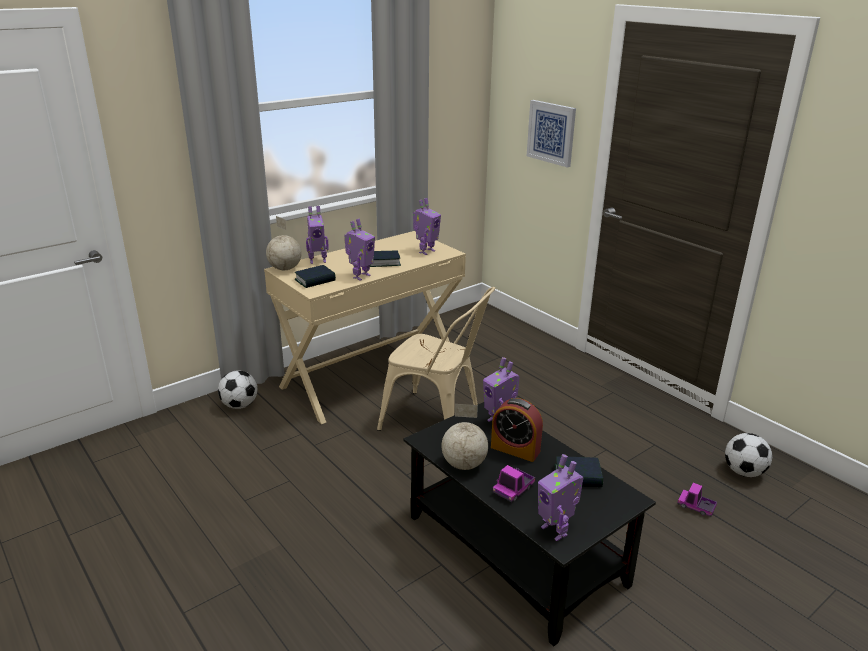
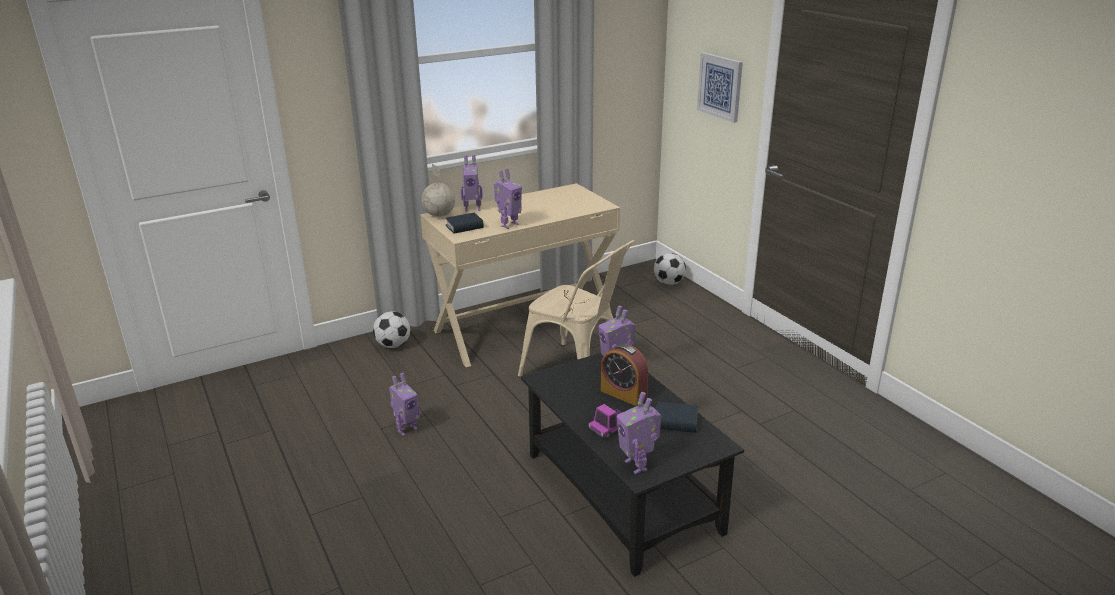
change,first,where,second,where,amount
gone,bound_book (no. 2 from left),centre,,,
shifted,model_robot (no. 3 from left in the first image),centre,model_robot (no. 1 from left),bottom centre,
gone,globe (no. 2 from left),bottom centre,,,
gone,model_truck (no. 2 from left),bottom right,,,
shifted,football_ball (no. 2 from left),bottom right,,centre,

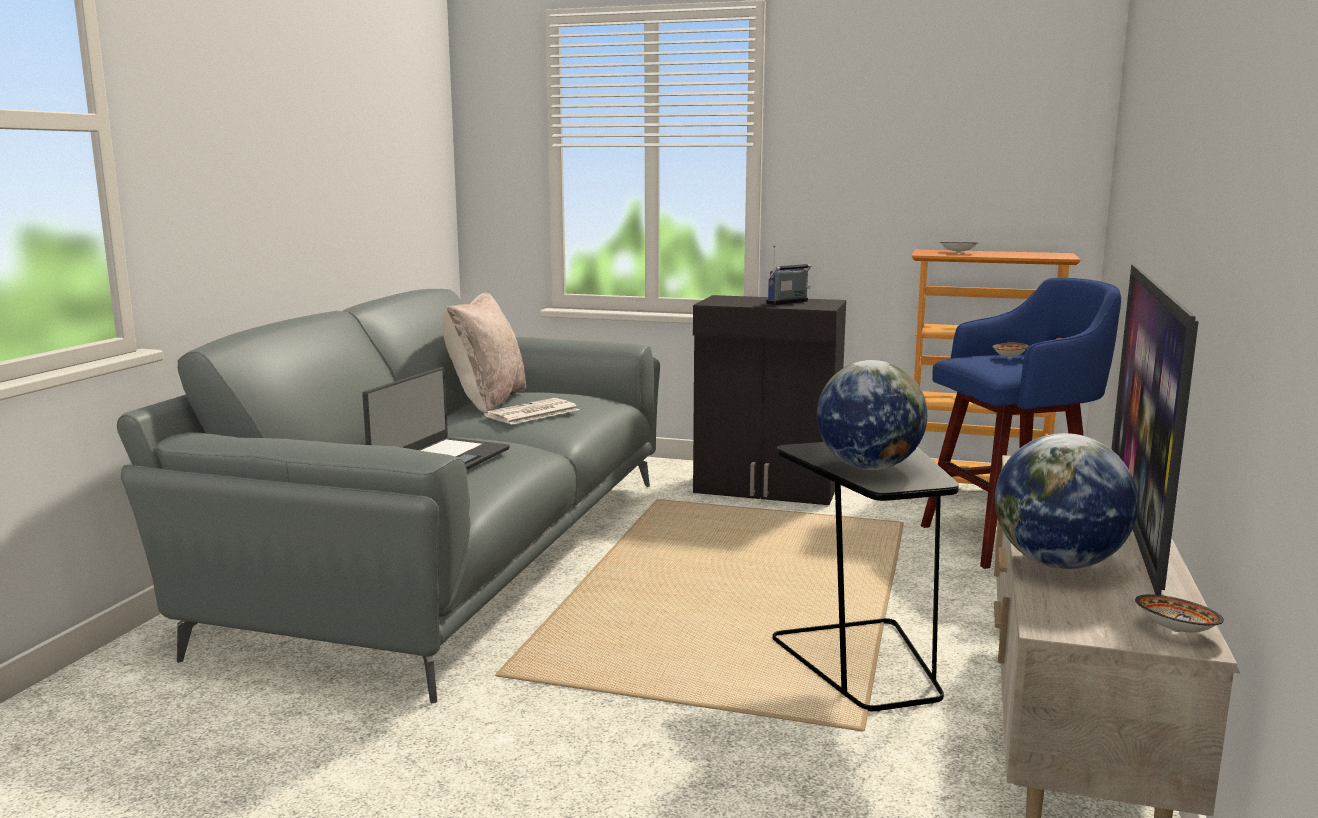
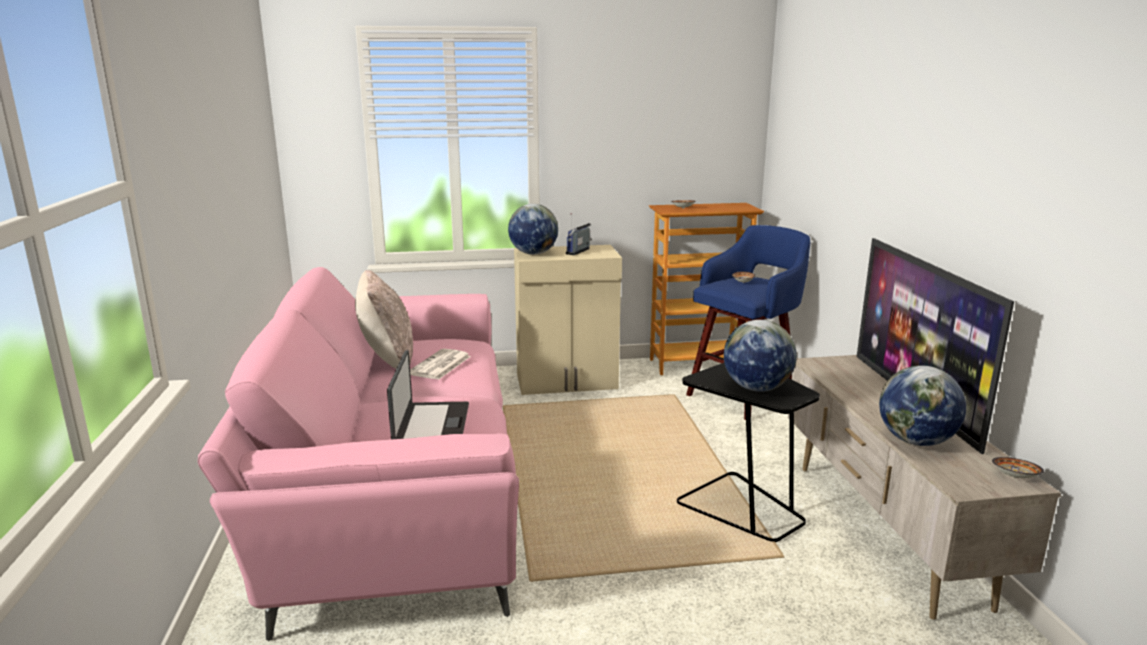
change,first,where,second,where,amount
repainted,greyish_sofa,middle left,pink_sofa,bottom left,
repainted,black_cabinet,centre,sand-coloured_cabinet,centre,
new,,,globe (no. 1 from left),centre,

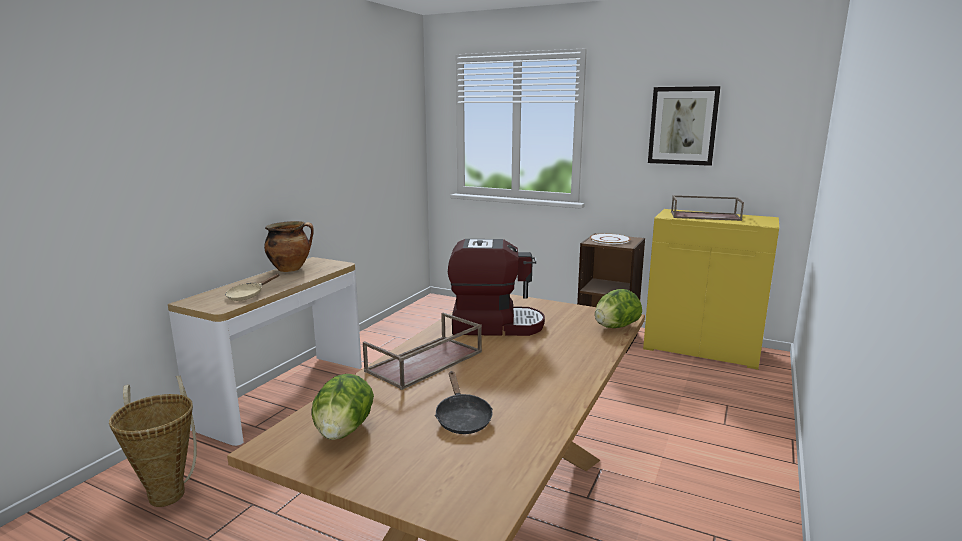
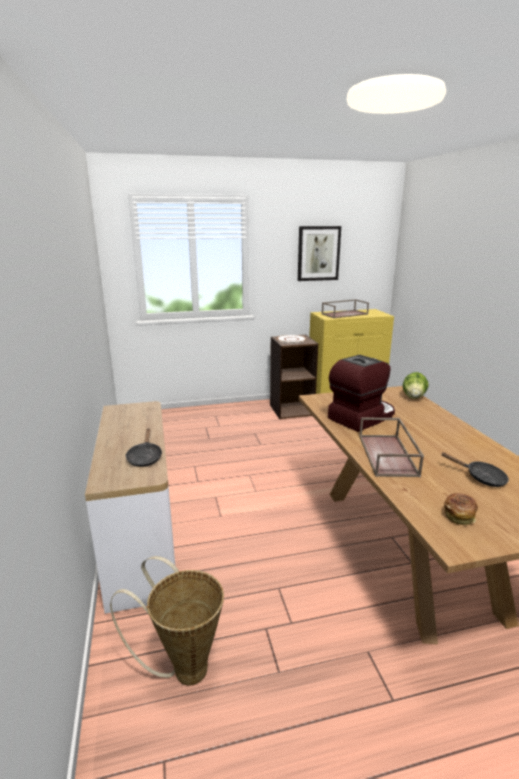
change,first,where,second,where,amount
repainted,sand-coloured_pan,middle left,black_pan (no. 1 from left),middle left,
gone,cooking_pot,middle left,,,
swapped,lettuce_head (no. 1 from left),bottom centre,bread,middle right,

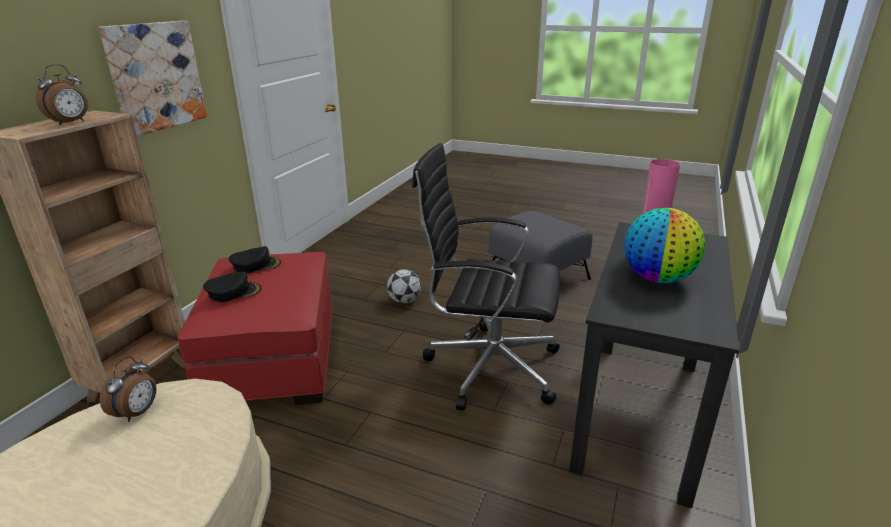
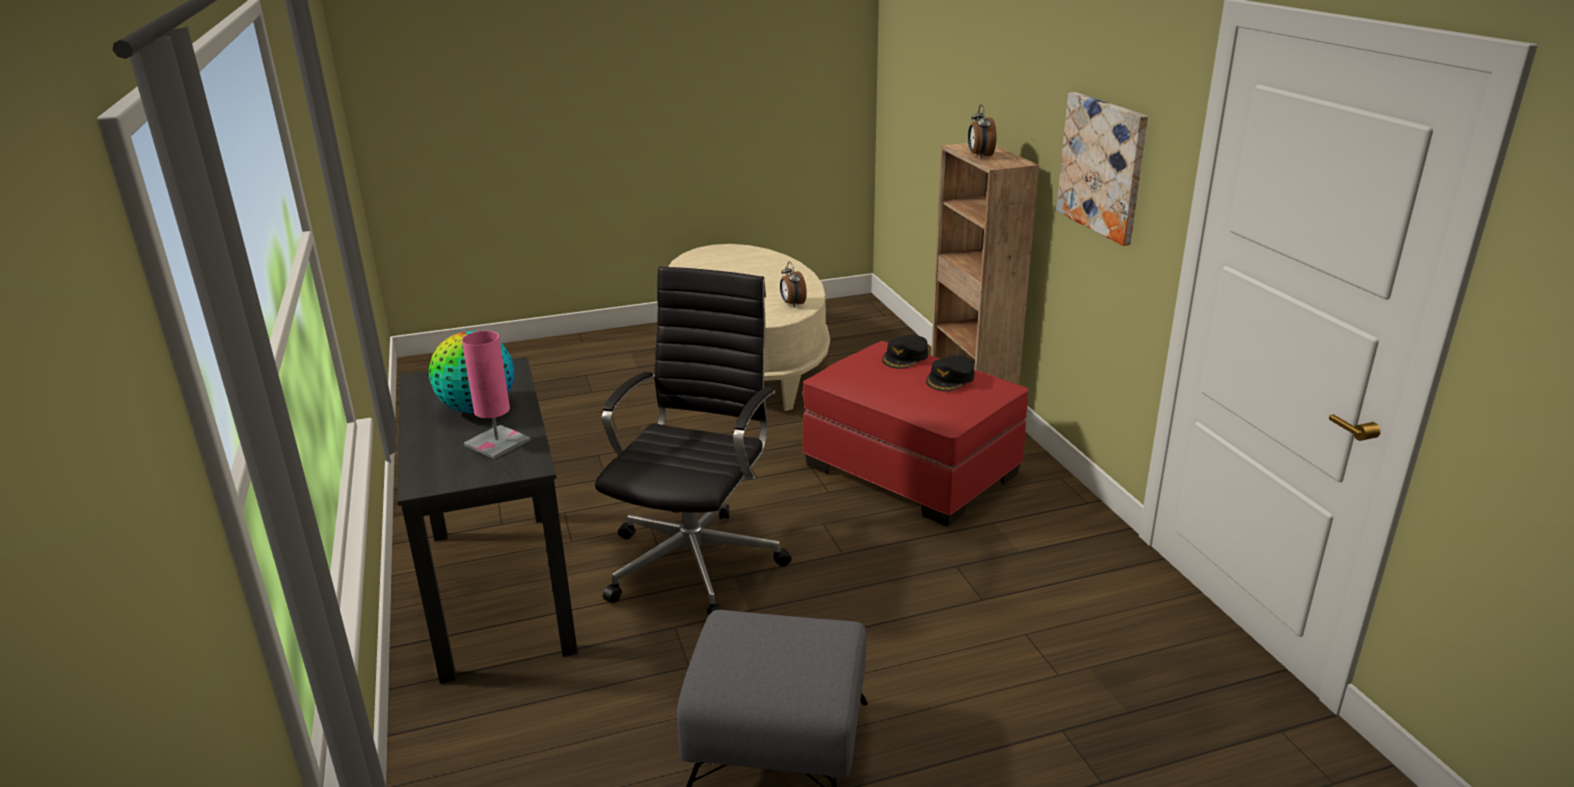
change,first,where,second,where,amount
gone,football_ball,centre,,,
rotated,black_computer_chair,centre,,centre,45 degrees counterclockwise

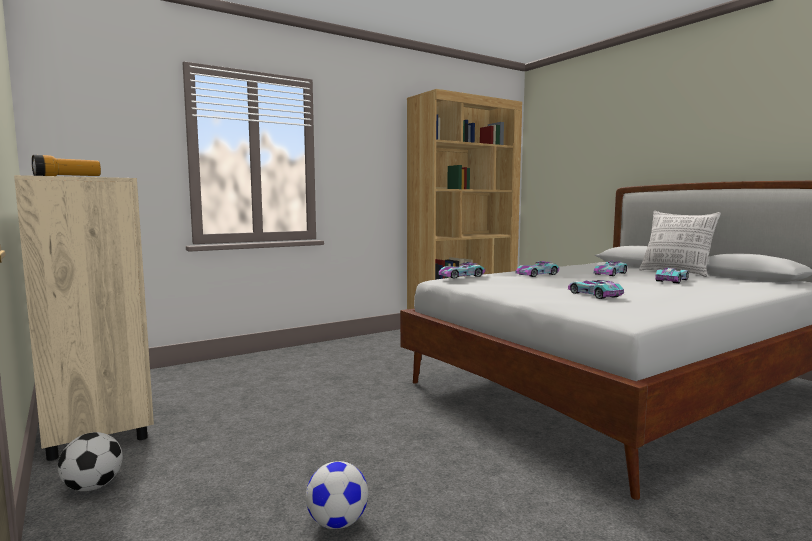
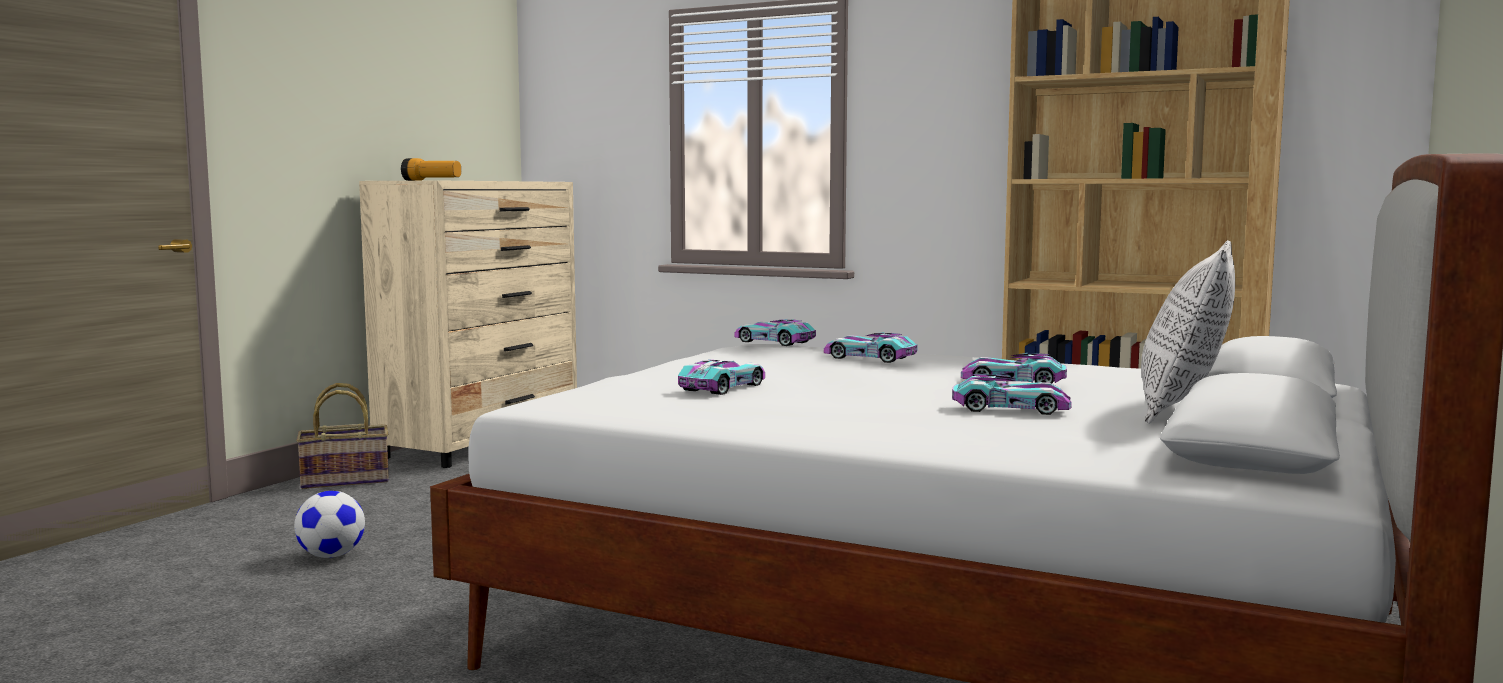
change,first,where,second,where,amount
swapped,football_ball (no. 1 from left),bottom left,storage_basket,middle left,

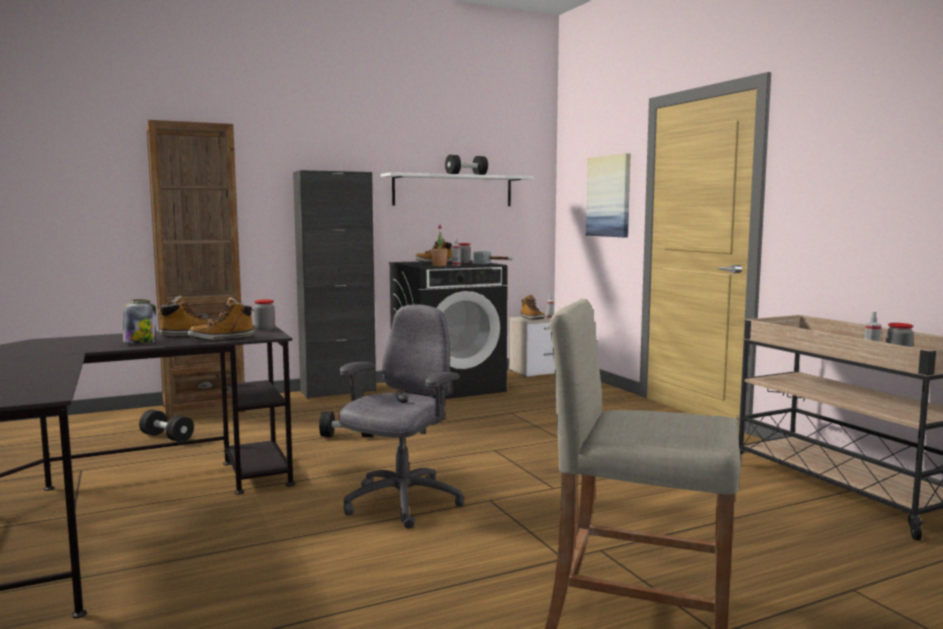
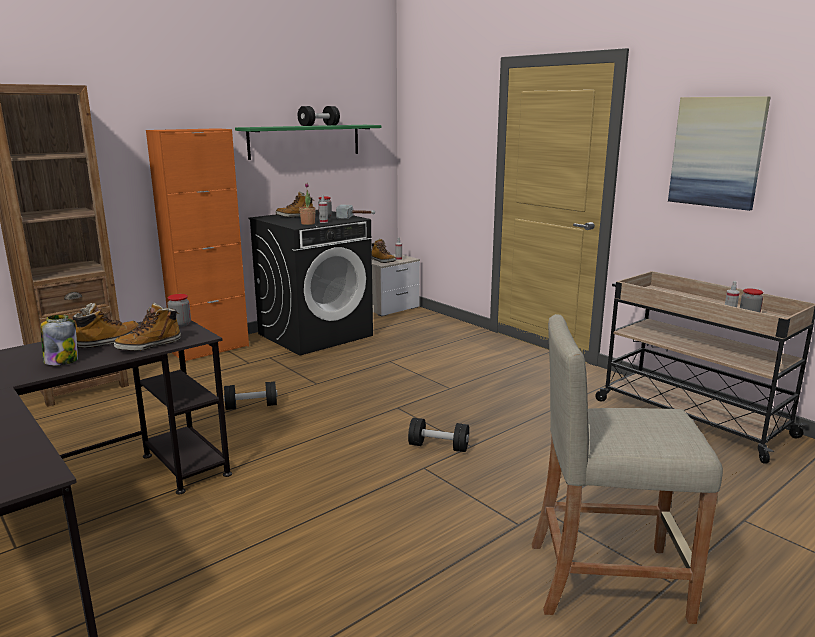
change,first,where,second,where,amount
shifted,black_hand_weight (no. 1 from left in the first image),bottom left,black_hand_weight (no. 3 from left),bottom centre,
repainted,black_cabinet,centre,orange_cabinet,middle left,
gone,greyish_computer_chair,centre,,,
repainted,white-coloured_shelf,top centre,green_shelf,top centre,
shifted,wall_picture,top centre,,top right,

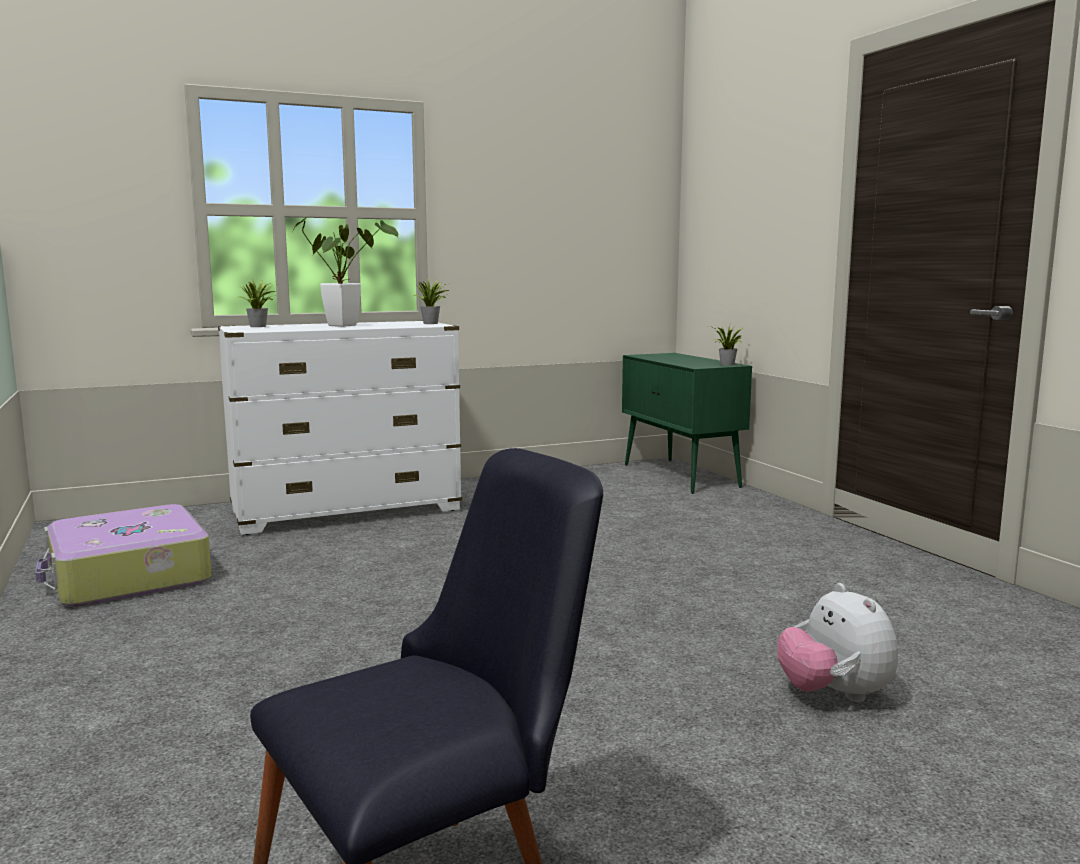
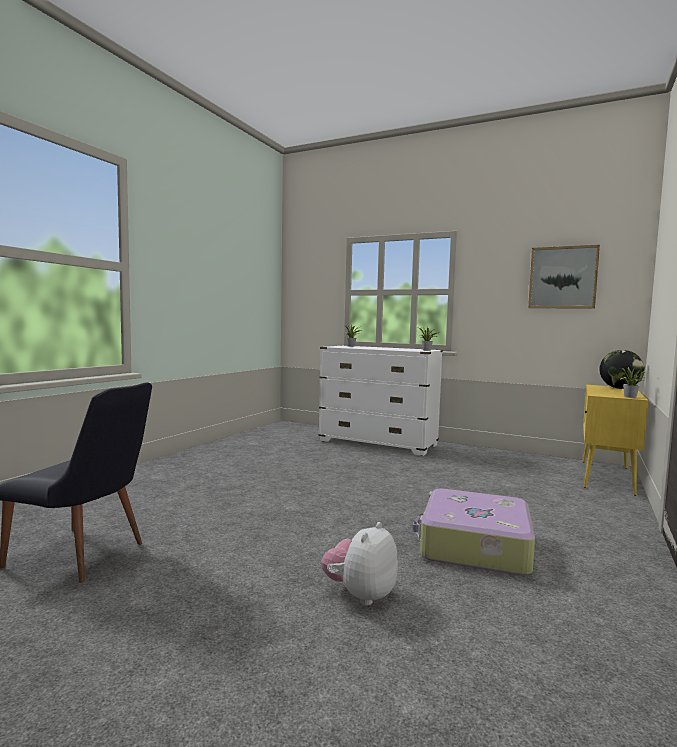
change,first,where,second,where,amount
shifted,suitcase,middle left,,bottom right,
gone,potted_plant (no. 2 from left),top left,,,
repainted,green_cabinet,centre,yellowish_cabinet,middle right,
new,,,wall_picture,middle right,
new,,,globe,middle right,

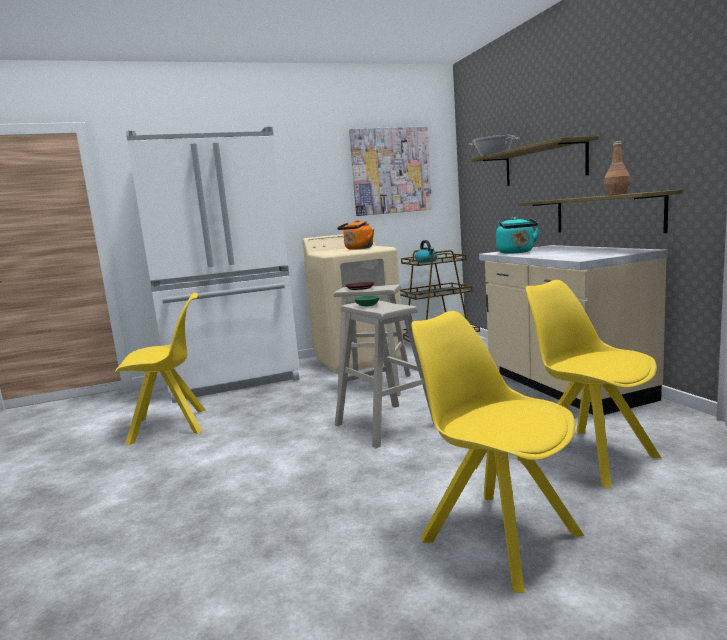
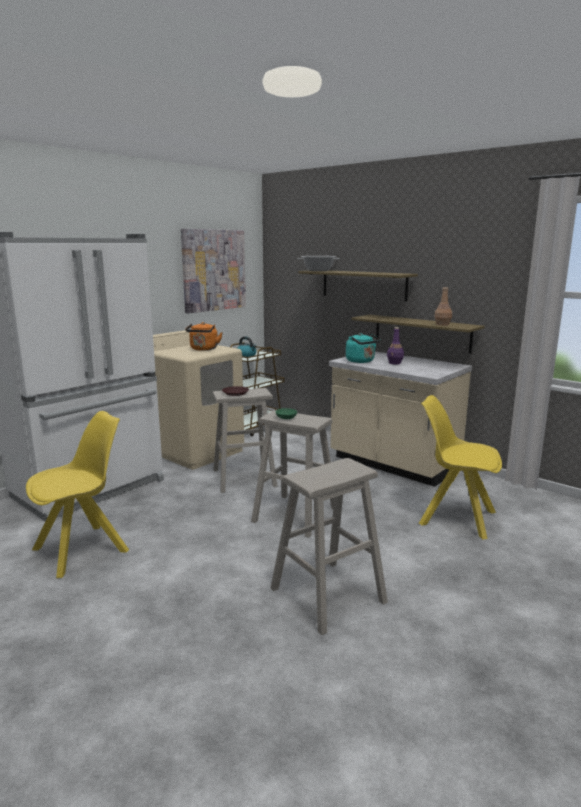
change,first,where,second,where,amount
gone,yellowish_upright_chair (no. 2 from left),bottom right,,,
new,,,sand-coloured_stool (no. 3 from left),bottom centre,
new,,,purple_bottle,middle right,

